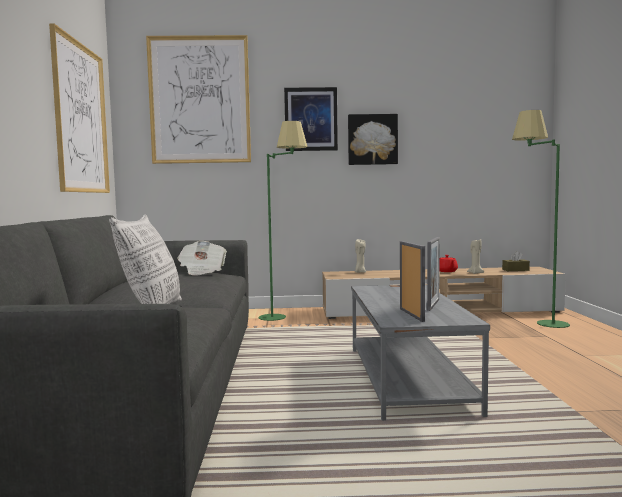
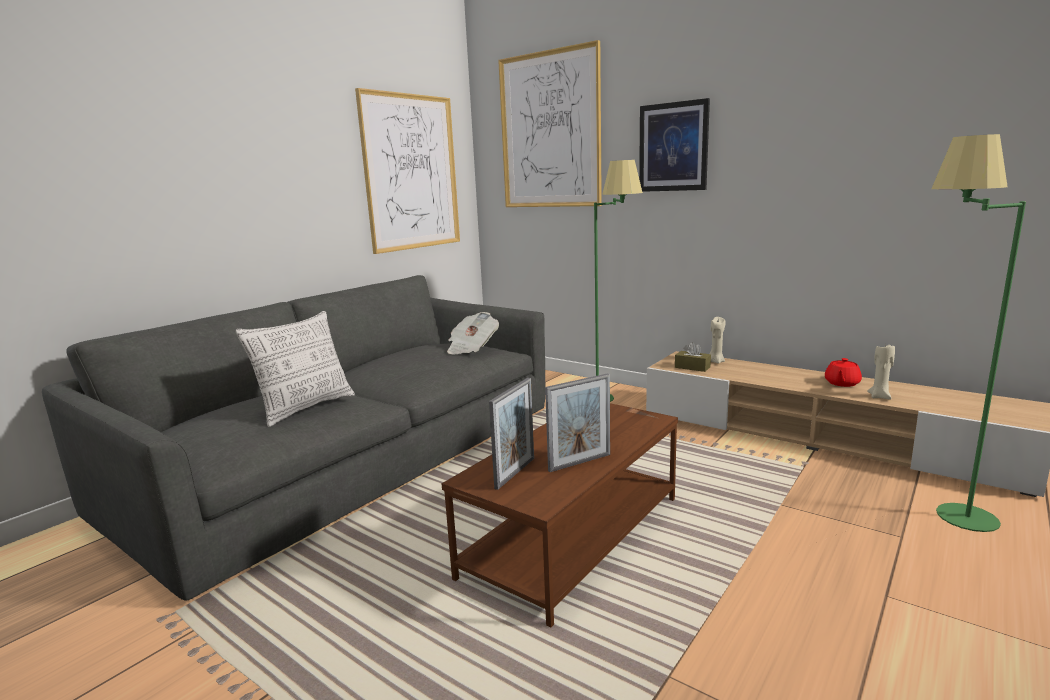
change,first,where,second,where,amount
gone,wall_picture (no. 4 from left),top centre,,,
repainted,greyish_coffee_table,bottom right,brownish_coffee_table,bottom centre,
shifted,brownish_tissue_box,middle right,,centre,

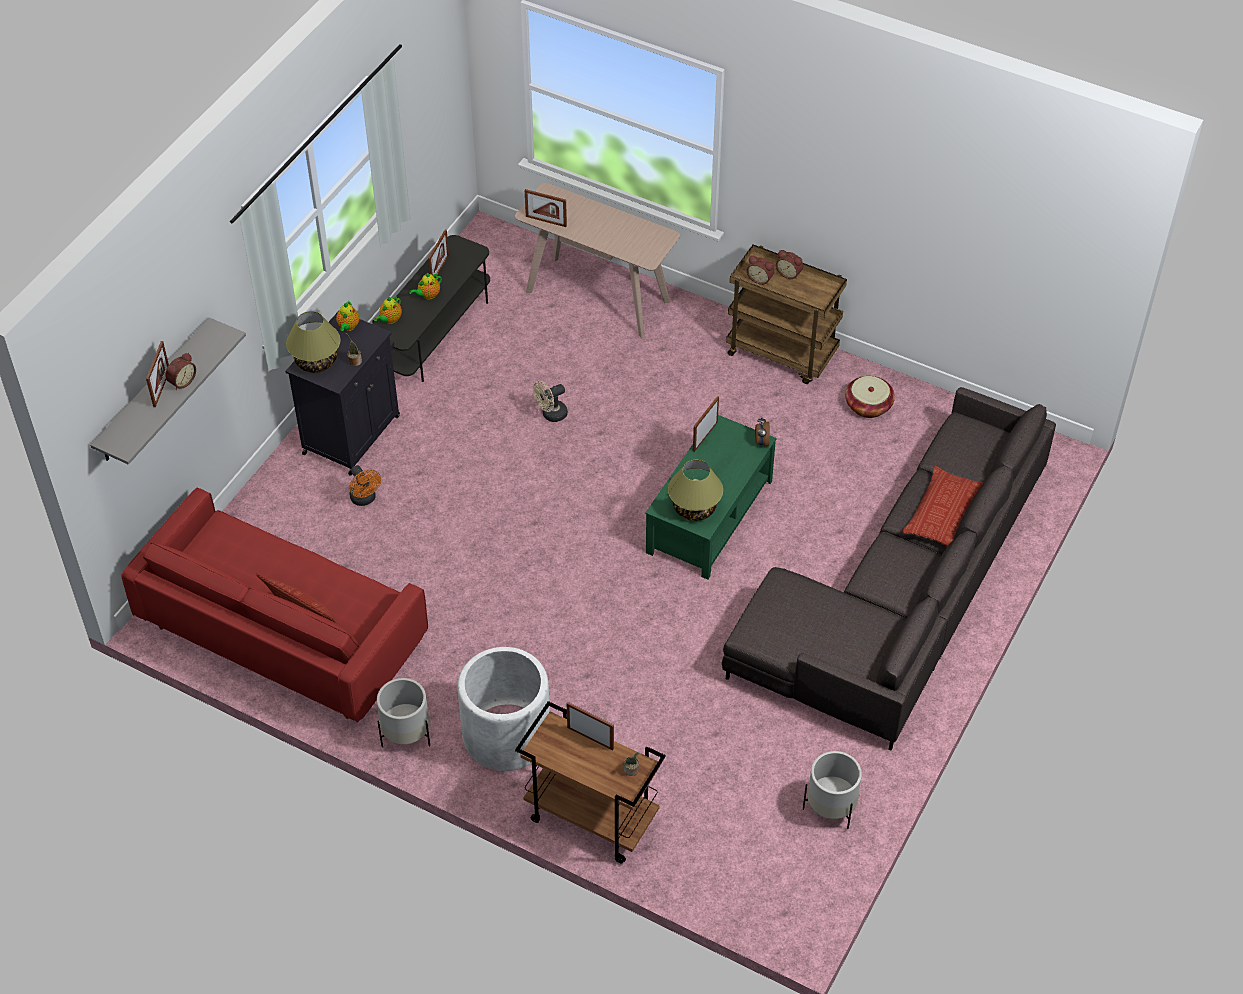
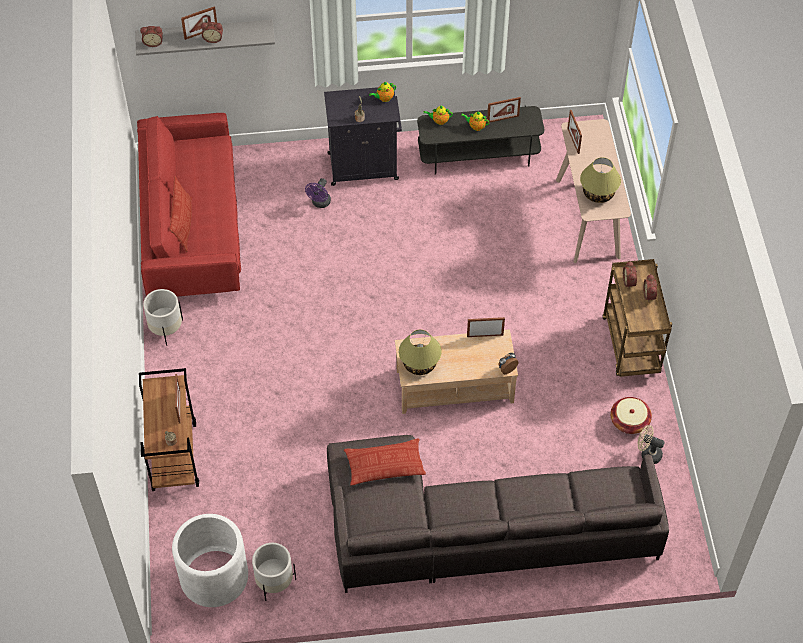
change,first,where,second,where,amount
shifted,tabletop_lamp (no. 1 from left in the first image),middle left,tabletop_lamp (no. 2 from left),top right,
repainted,orange_electric_fan,middle left,purple_electric_fan,top centre,
shifted,white-coloured_planter (no. 2 from left),bottom centre,,bottom left,
shifted,sand-coloured_electric_fan,centre,,bottom right,
repainted,green_coffee_table,centre,sand-coloured_coffee_table,centre,
shifted,cushion (no. 2 from left),middle right,,bottom centre,
new,,,bedside_clock (no. 1 from left),top left,

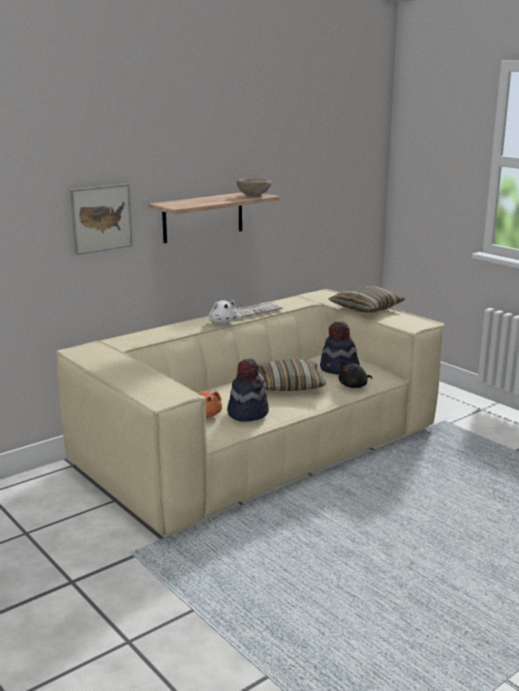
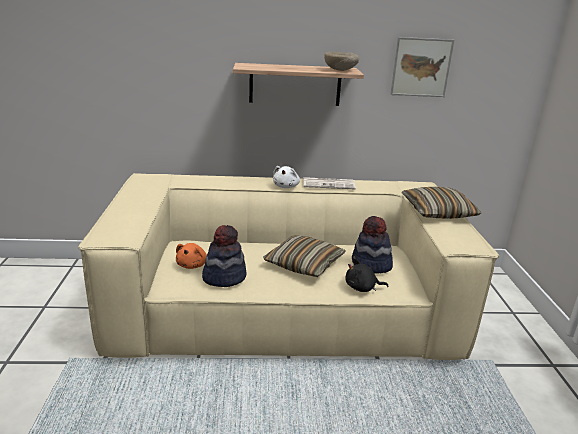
change,first,where,second,where,amount
shifted,wall_picture,top left,,top right,

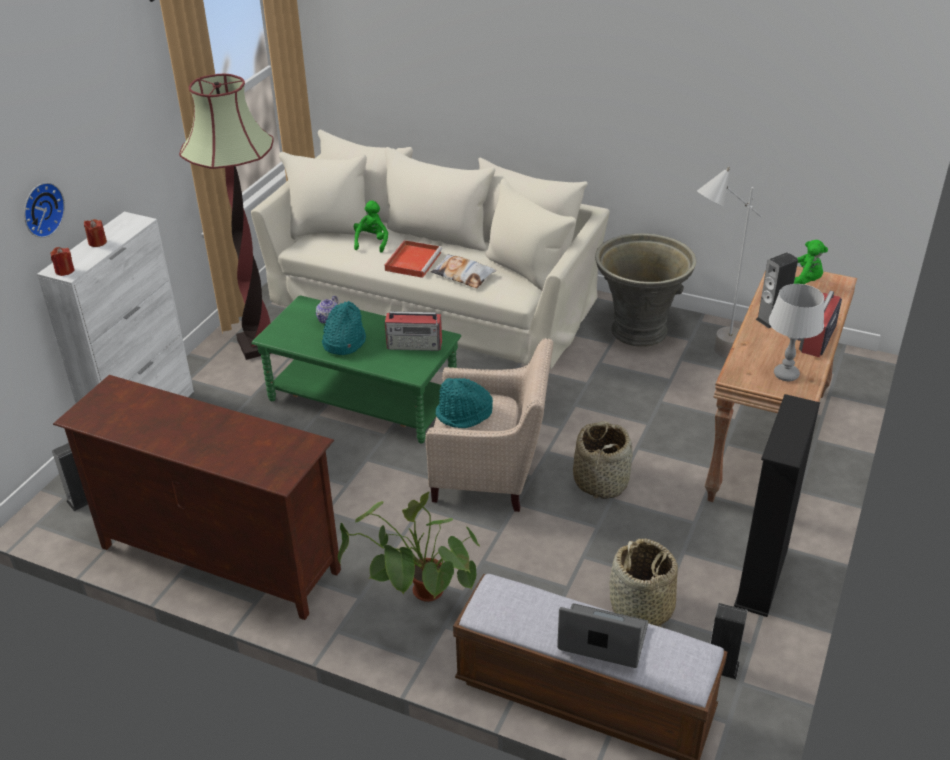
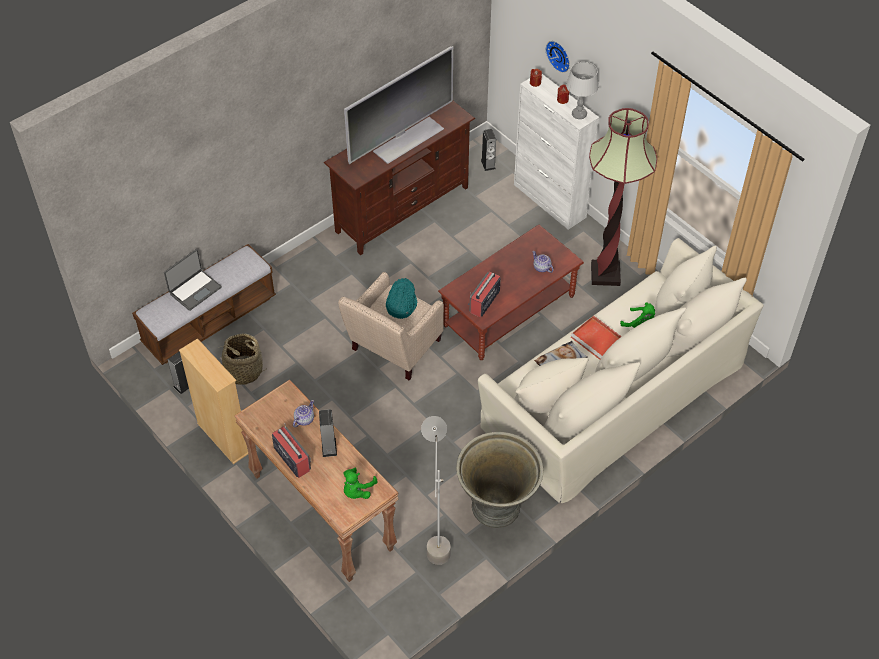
change,first,where,second,where,amount
repainted,green_coffee_table,centre,brownish_coffee_table,centre,
gone,turquoise_clothing_hat (no. 1 from left),centre,,,
gone,potted_plant,bottom centre,,,
gone,storage_basket (no. 1 from left),centre,,,
repainted,black_bookcase,middle right,sand-coloured_bookcase,middle left,
shifted,greyish_tabletop_lamp,middle right,,top centre,
new,,,tea_pot (no. 1 from left),centre,
new,,,TV_set,top centre,

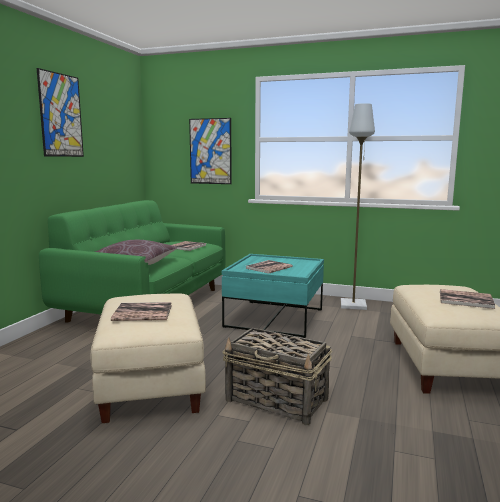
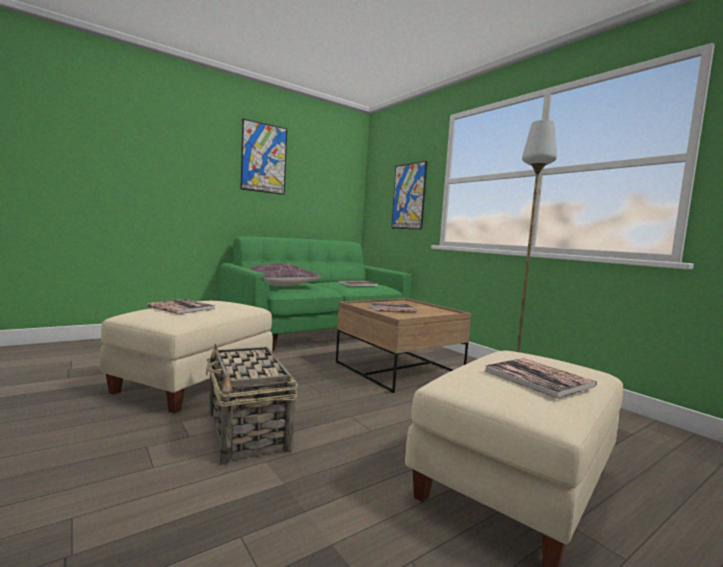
change,first,where,second,where,amount
repainted,turquoise_coffee_table,centre,brownish_coffee_table,centre,

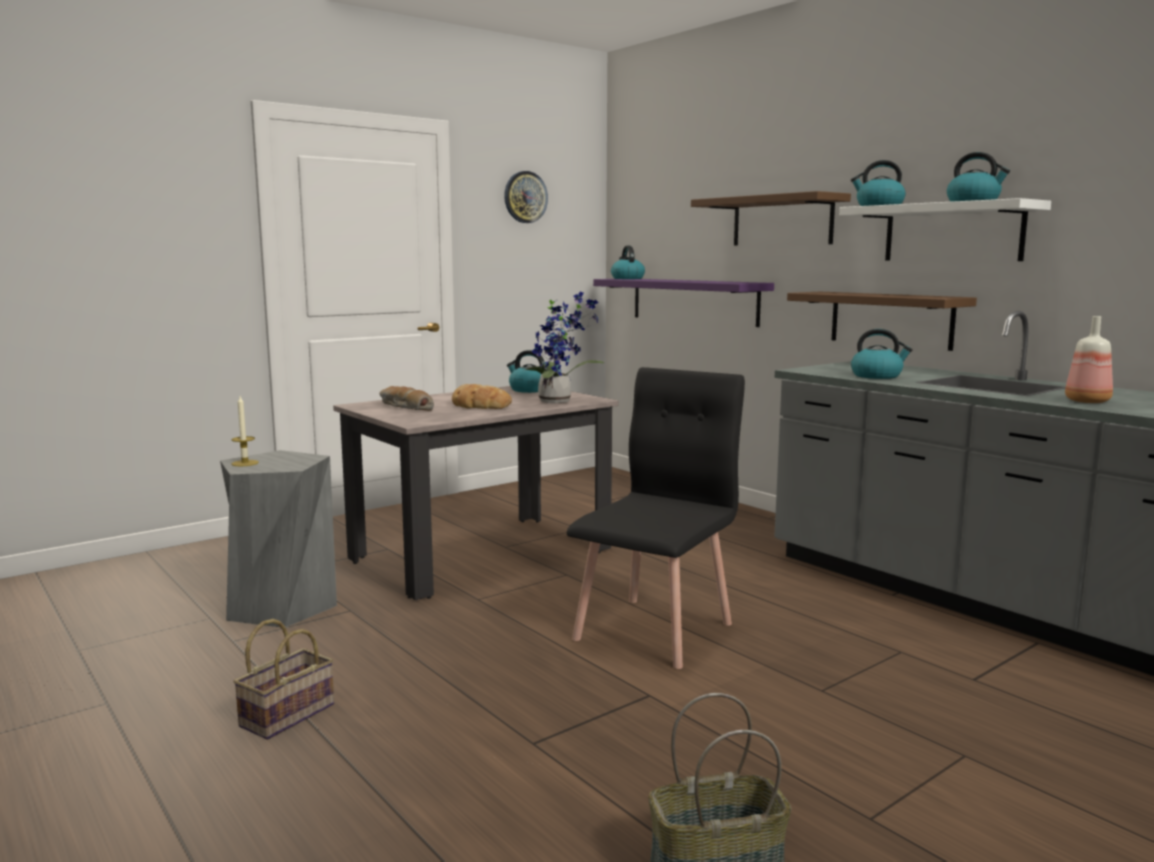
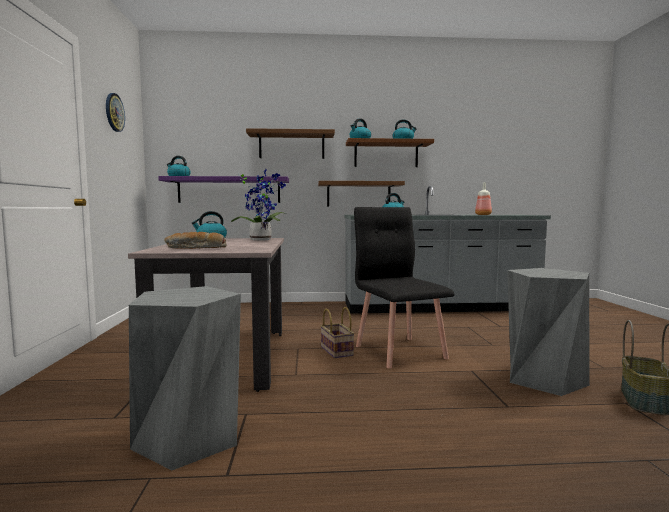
change,first,where,second,where,amount
gone,wax_light,middle left,,,
shifted,storage_basket (no. 1 from left),bottom left,,centre,
gone,bread (no. 2 from left),centre,,,
repainted,white-coloured_shelf,top right,brownish_shelf (no. 3 from left),top centre,
new,,,greyish_stool (no. 2 from left),middle right,

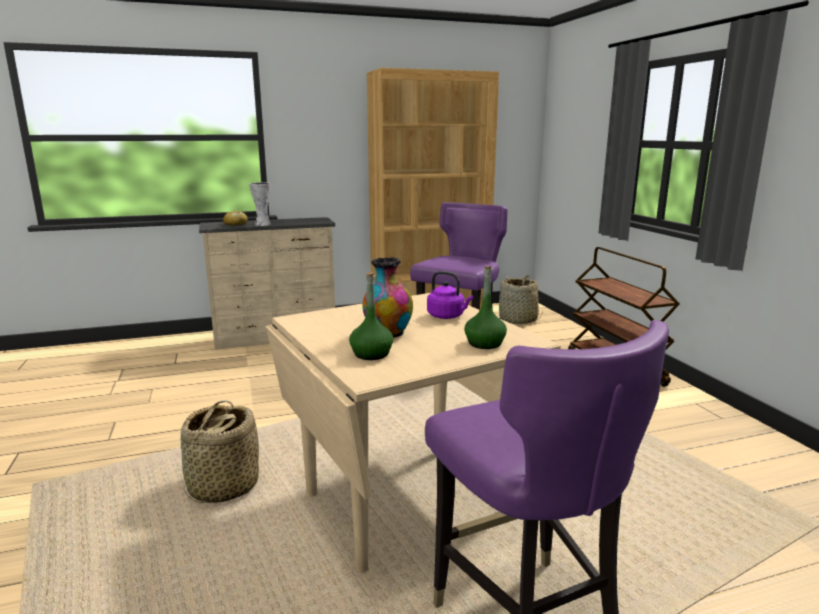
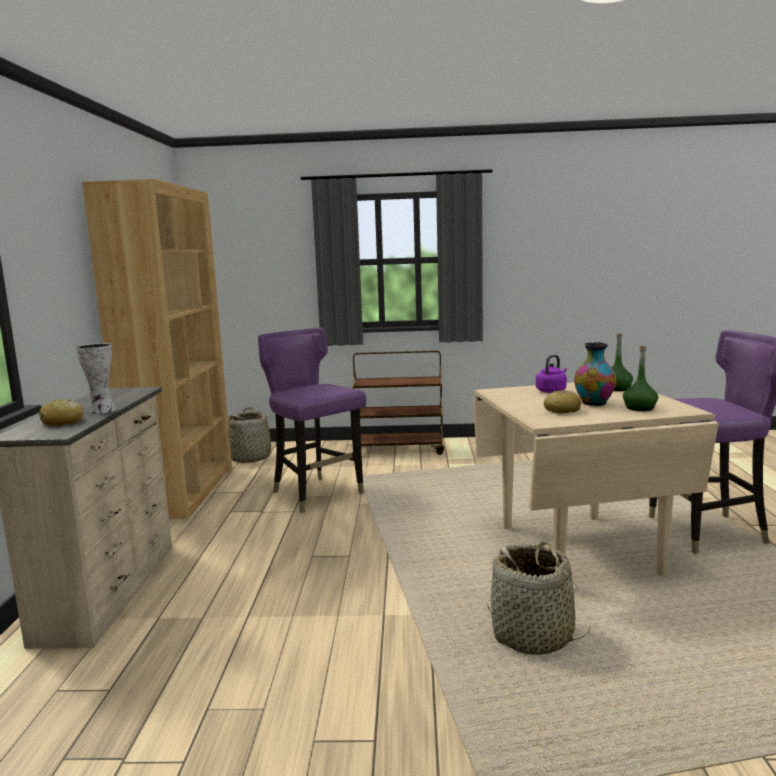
change,first,where,second,where,amount
new,,,bread (no. 2 from left),middle right,

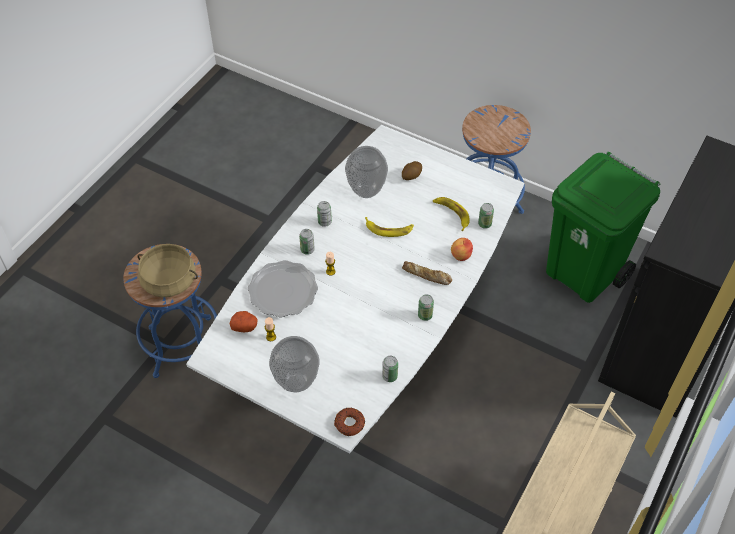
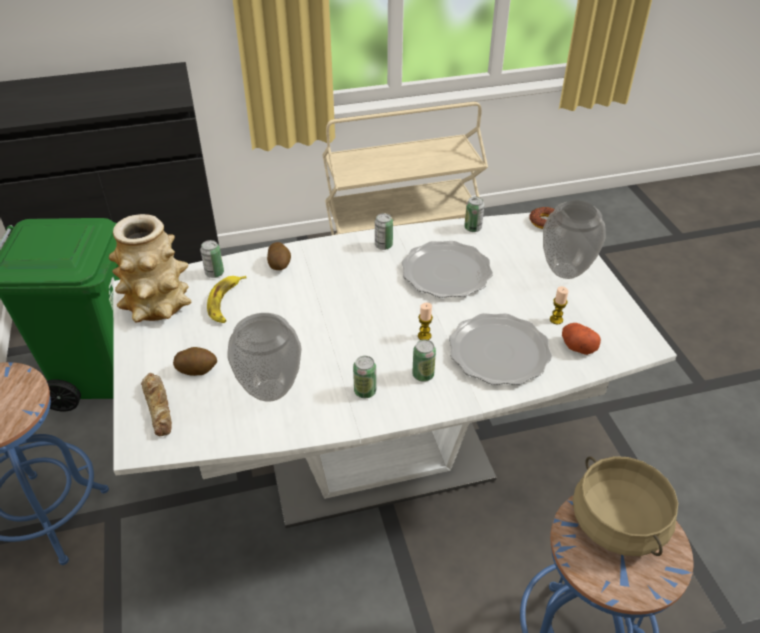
change,first,where,second,where,amount
gone,banana_fruit (no. 1 from left),centre,,,
shifted,bread,centre,,middle left,
swapped,apple_fruit,centre,potato (no. 2 from left),centre,
new,,,vase (no. 1 from left),middle left,
new,,,plate (no. 1 from left),centre,

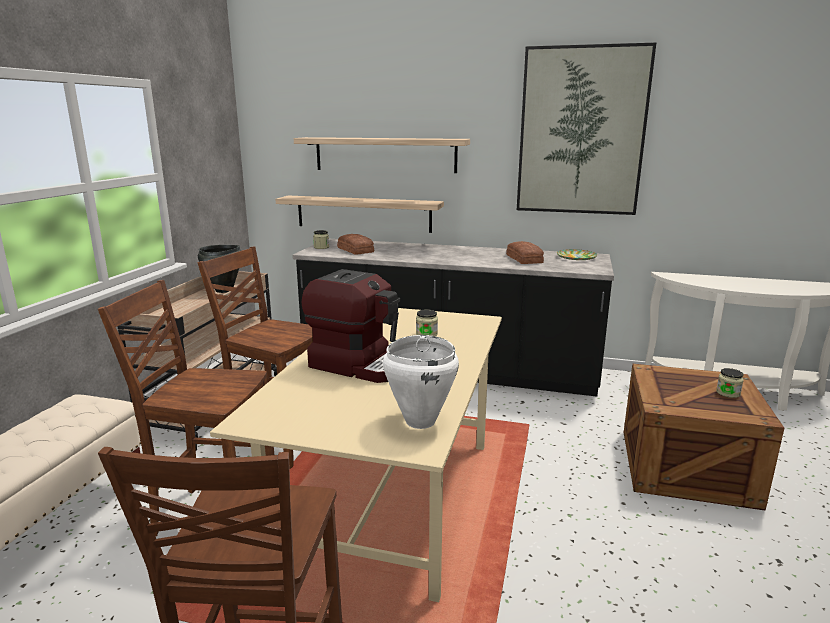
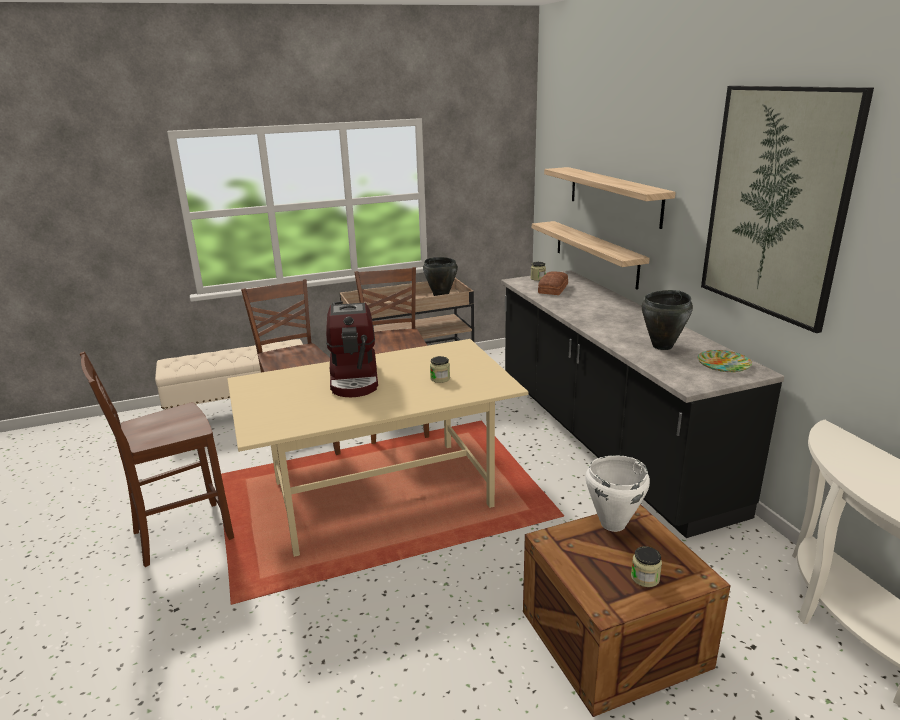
change,first,where,second,where,amount
shifted,white-coloured_cooking_pot,centre,,bottom right,
swapped,bread (no. 2 from left),centre,black_cooking_pot (no. 2 from left),middle right,

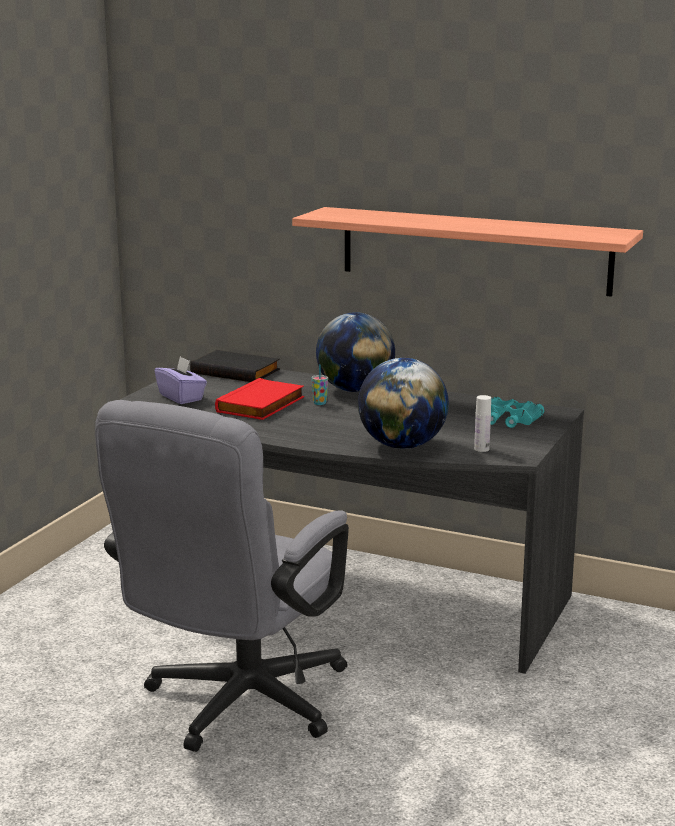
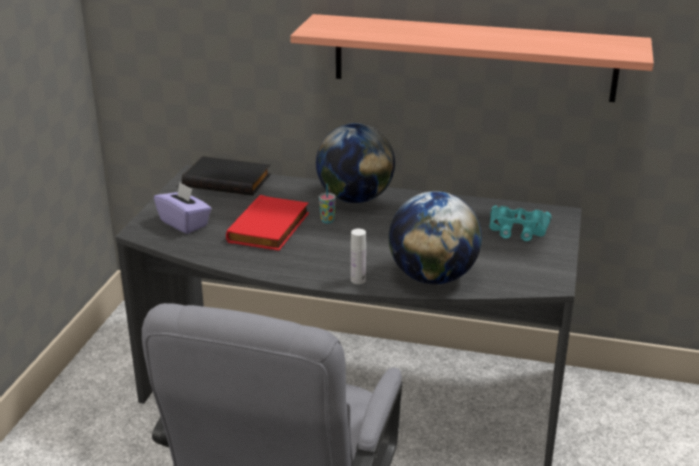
change,first,where,second,where,amount
shifted,white-coloured_bottle,middle right,,centre,

